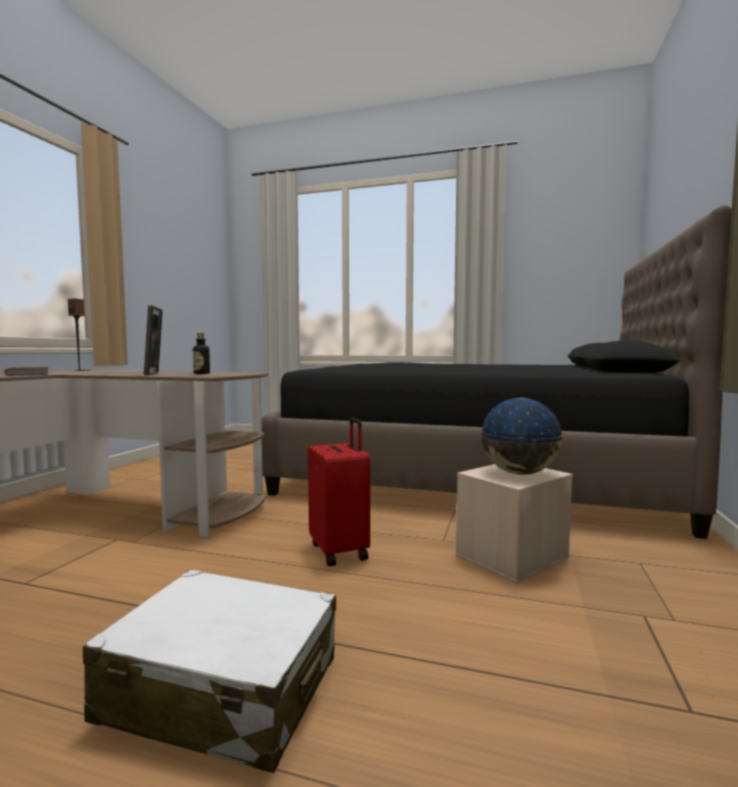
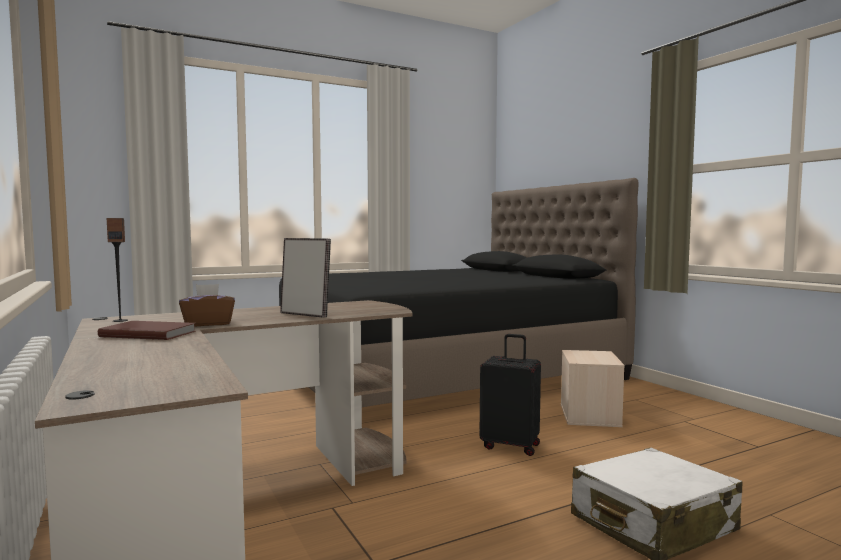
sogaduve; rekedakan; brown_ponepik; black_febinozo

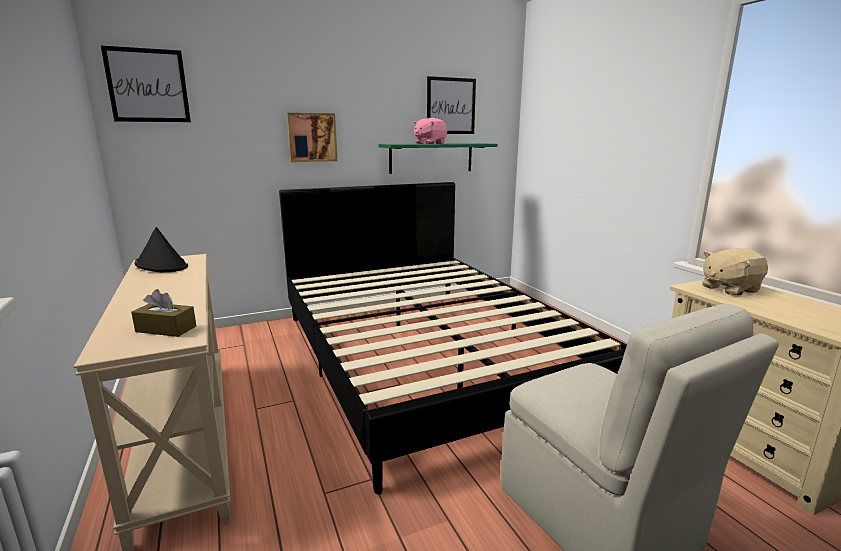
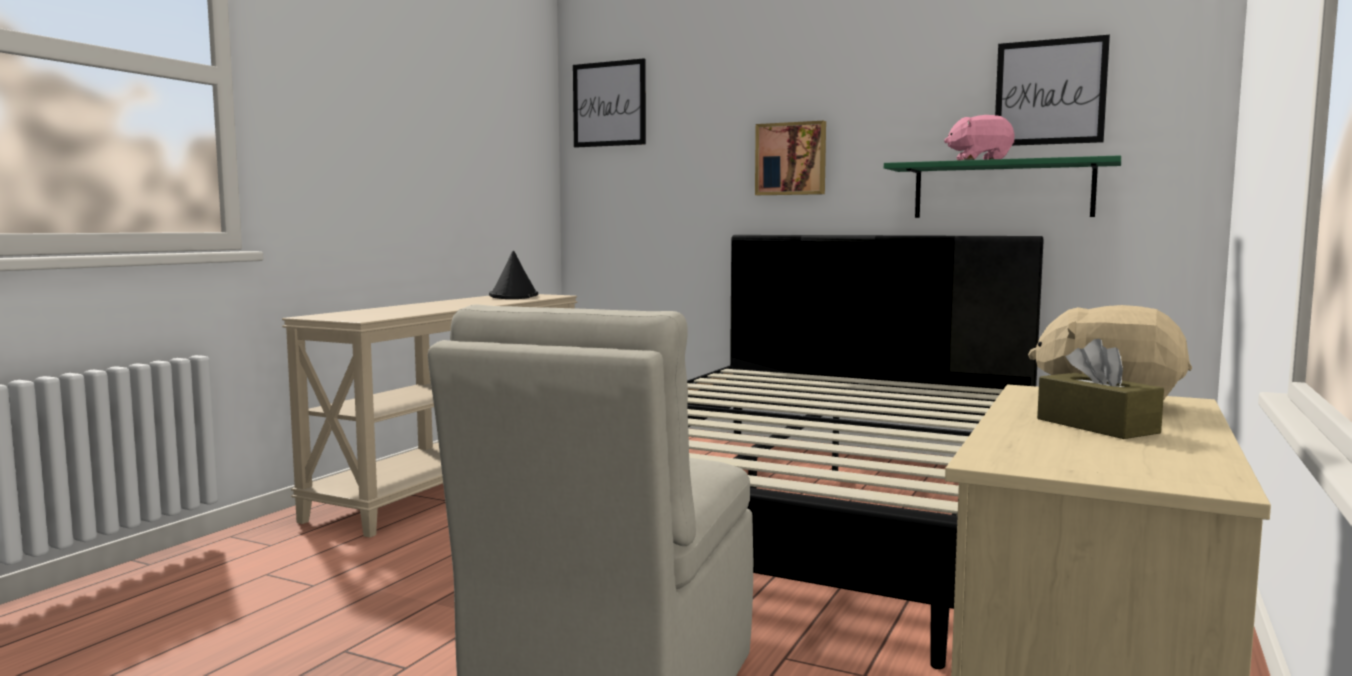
brown_ponepik

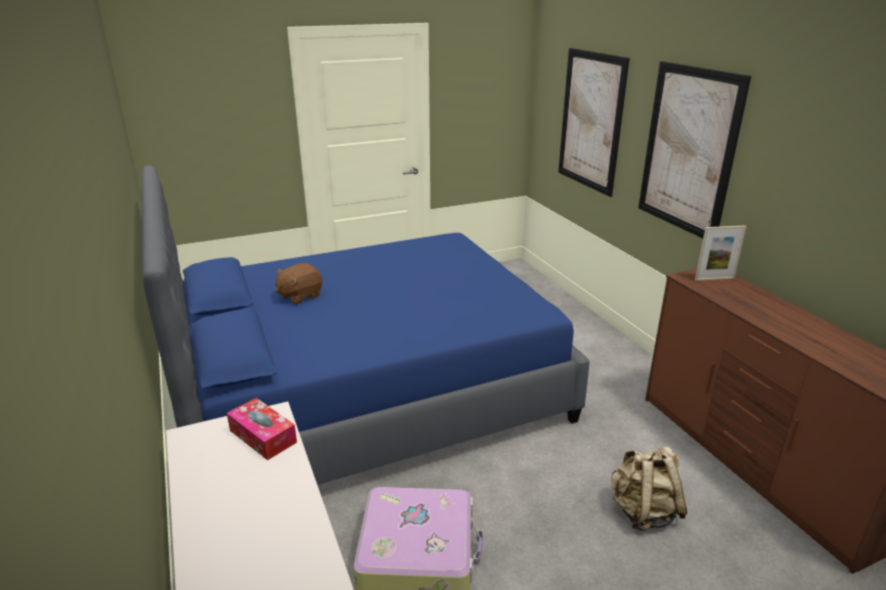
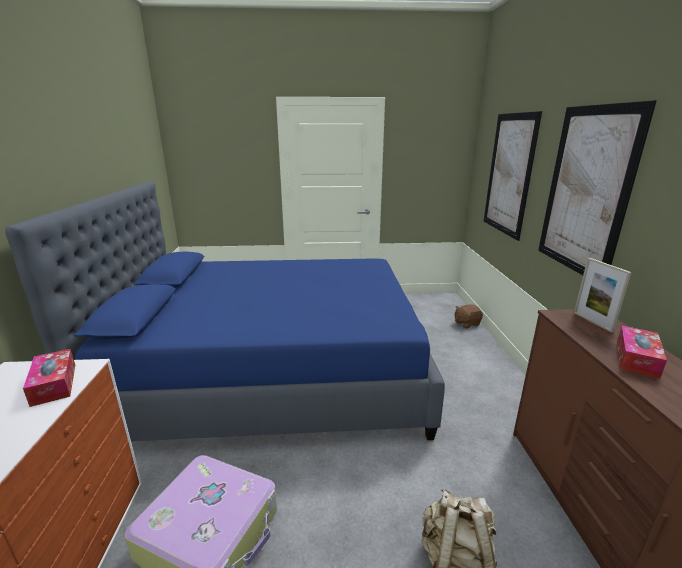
ponepik (2nd from left); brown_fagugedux; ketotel

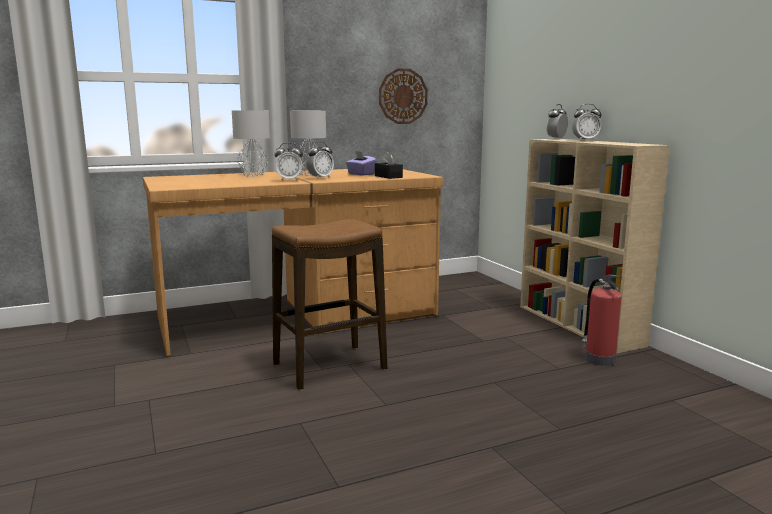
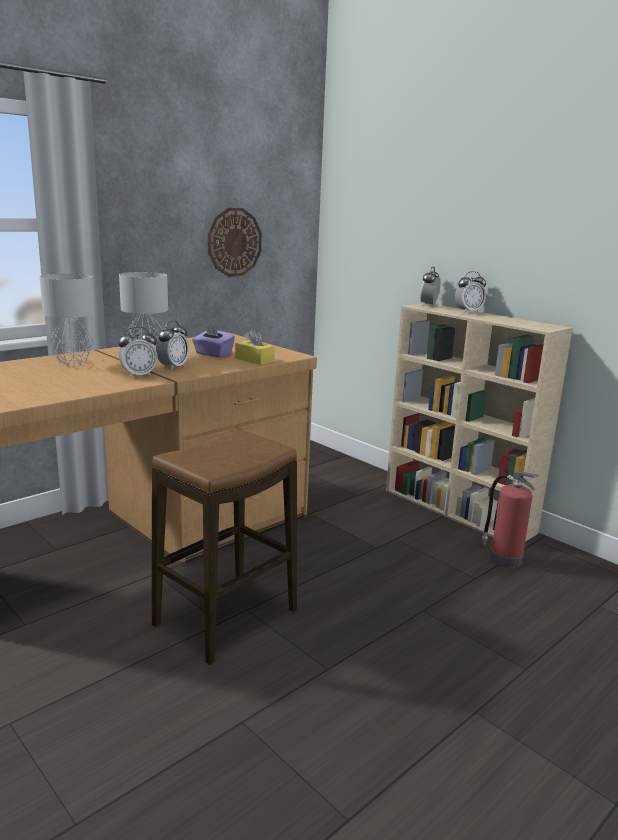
yellow_ponepik

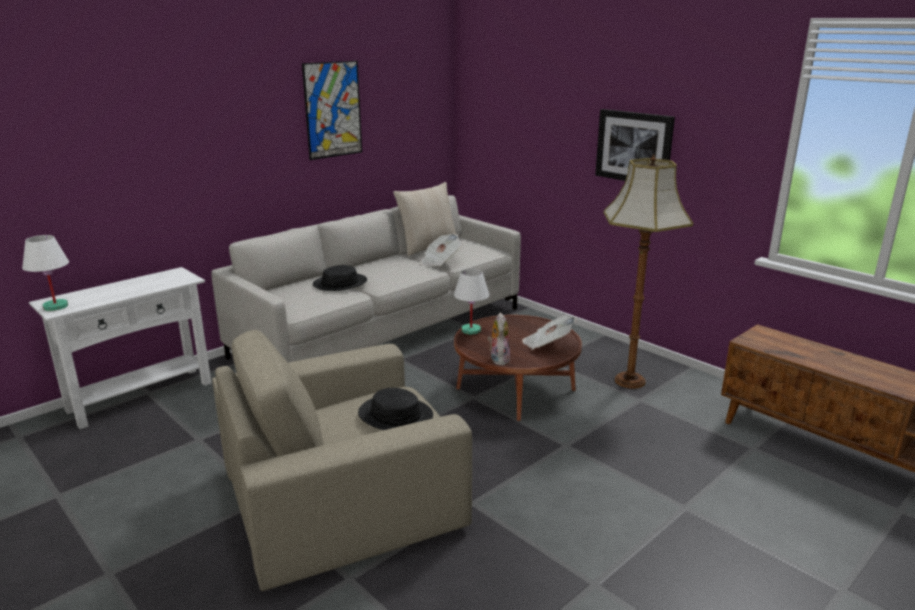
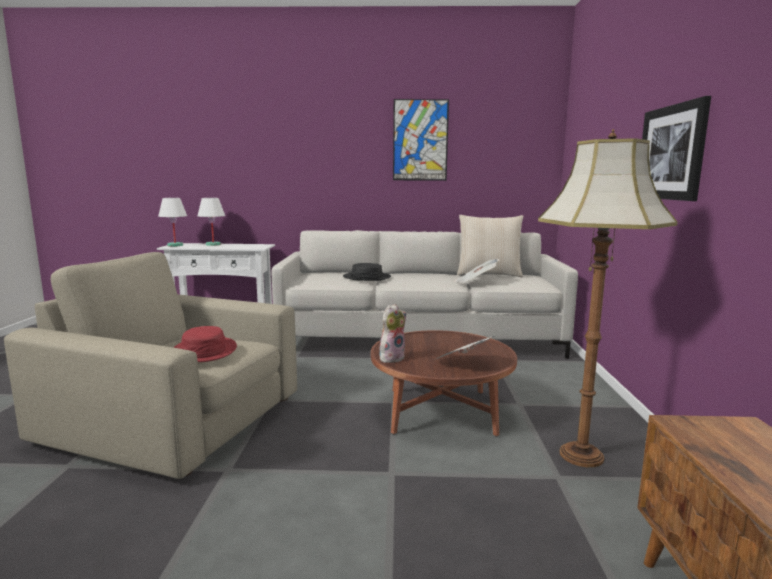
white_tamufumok (2nd from left); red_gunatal

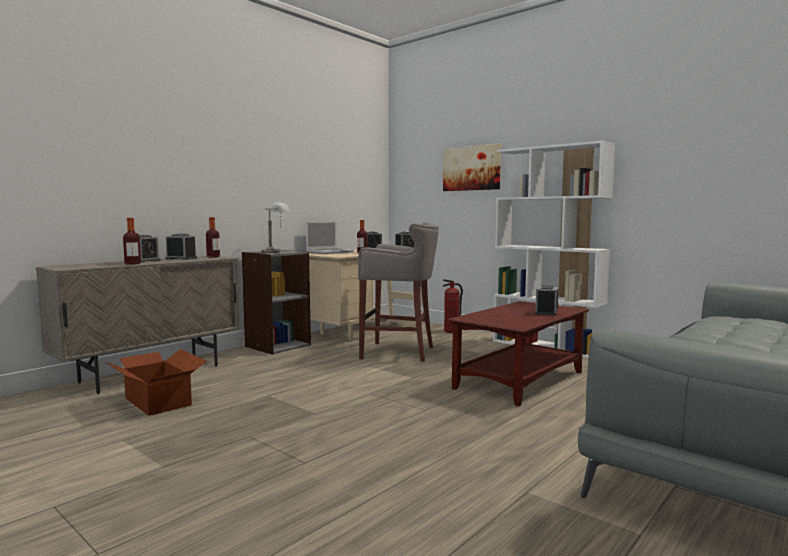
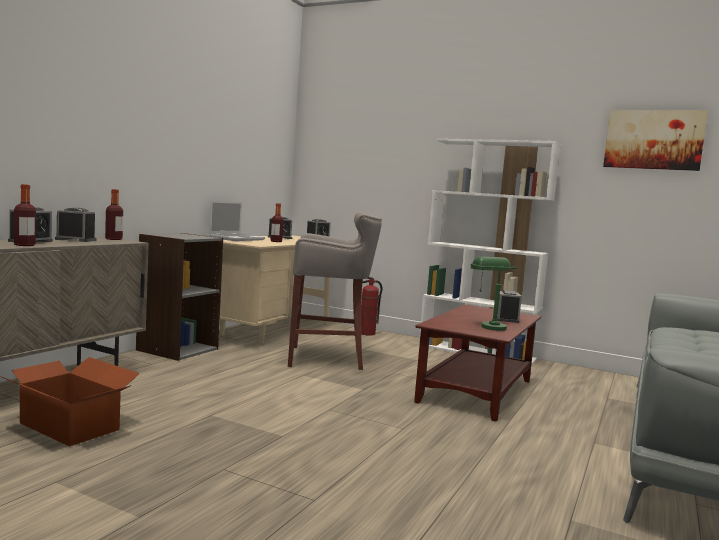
grey_tamufumok; green_tamufumok; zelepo

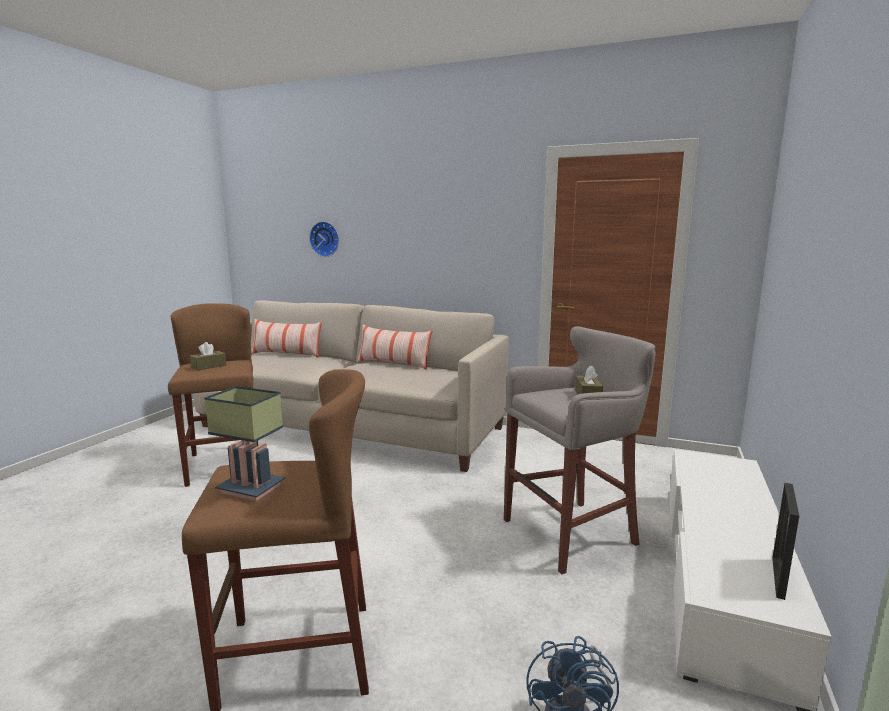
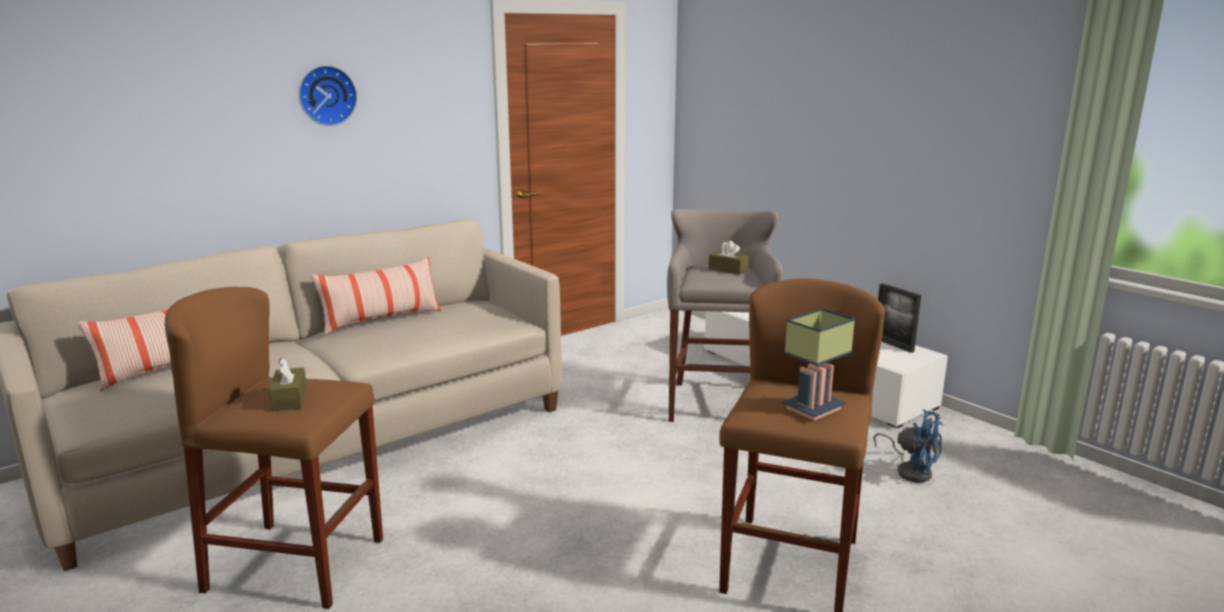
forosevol

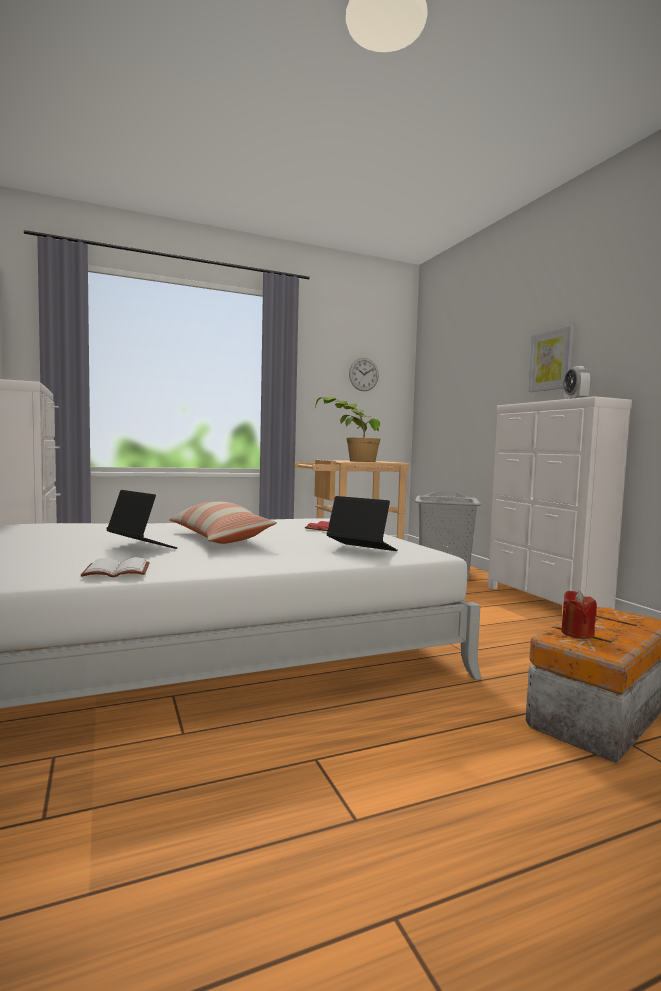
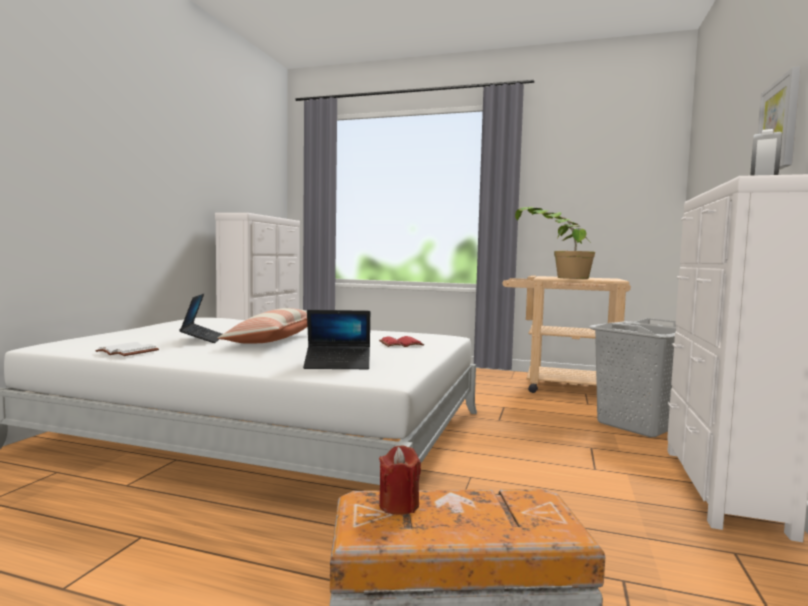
forosevol; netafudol (2nd from left)

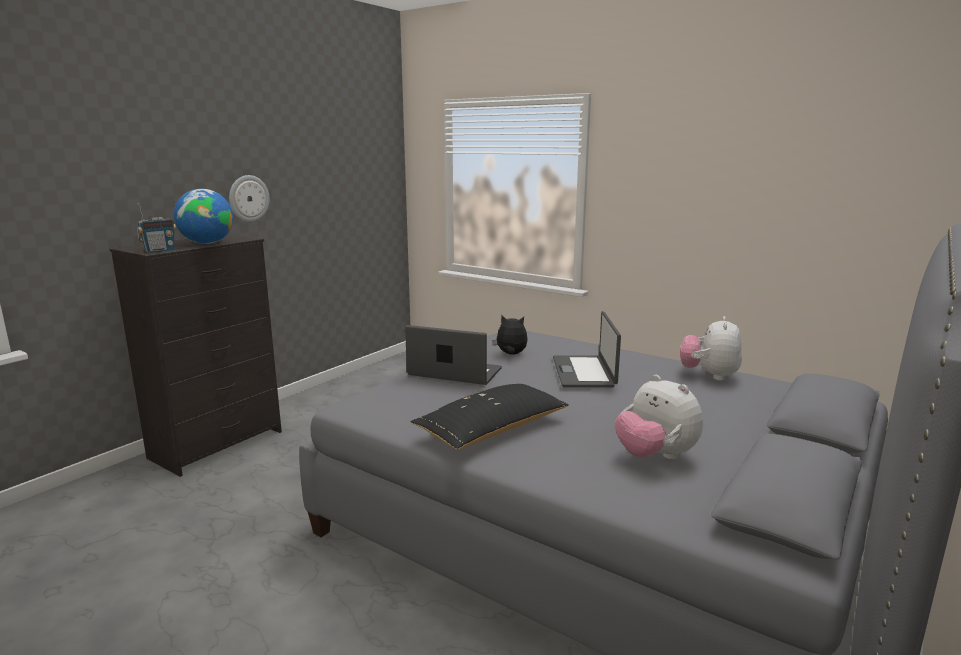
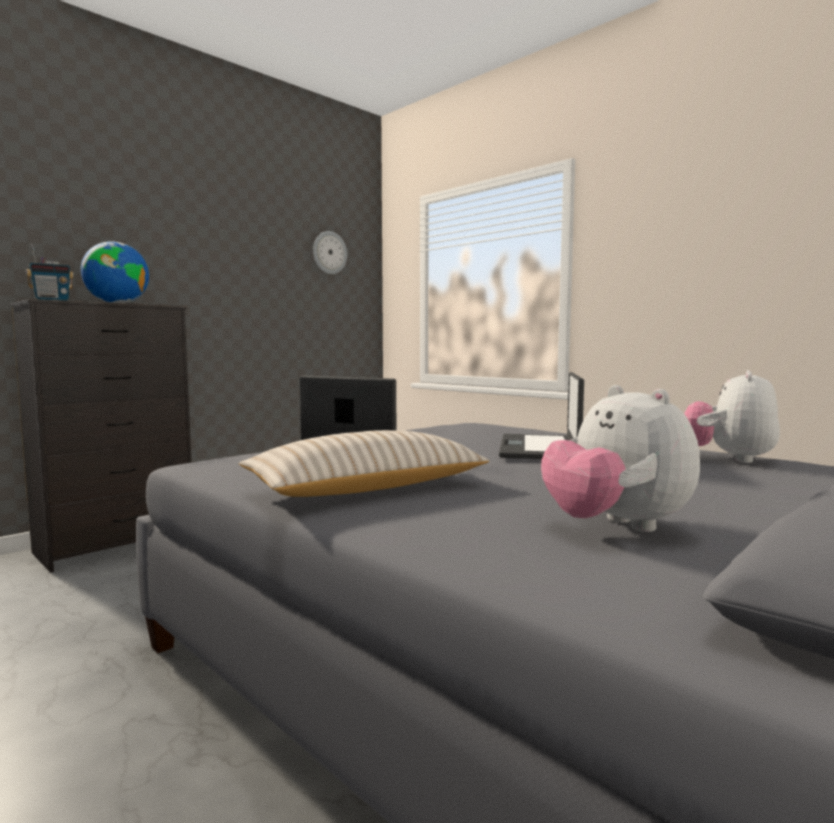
fagugedux (1st from left in the first image); forosevol; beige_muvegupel

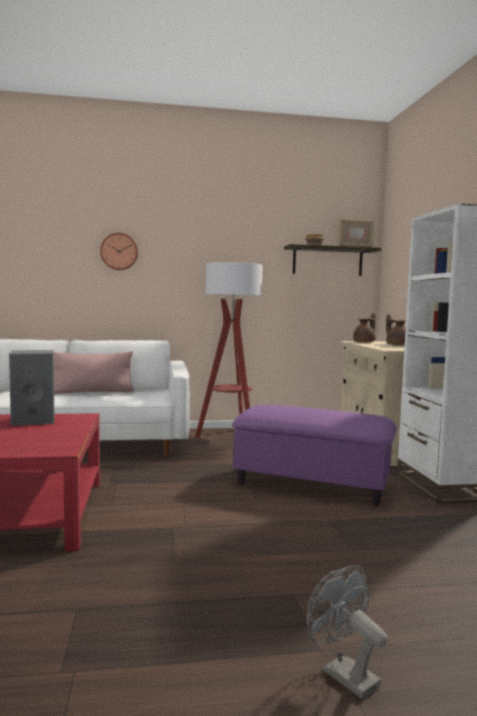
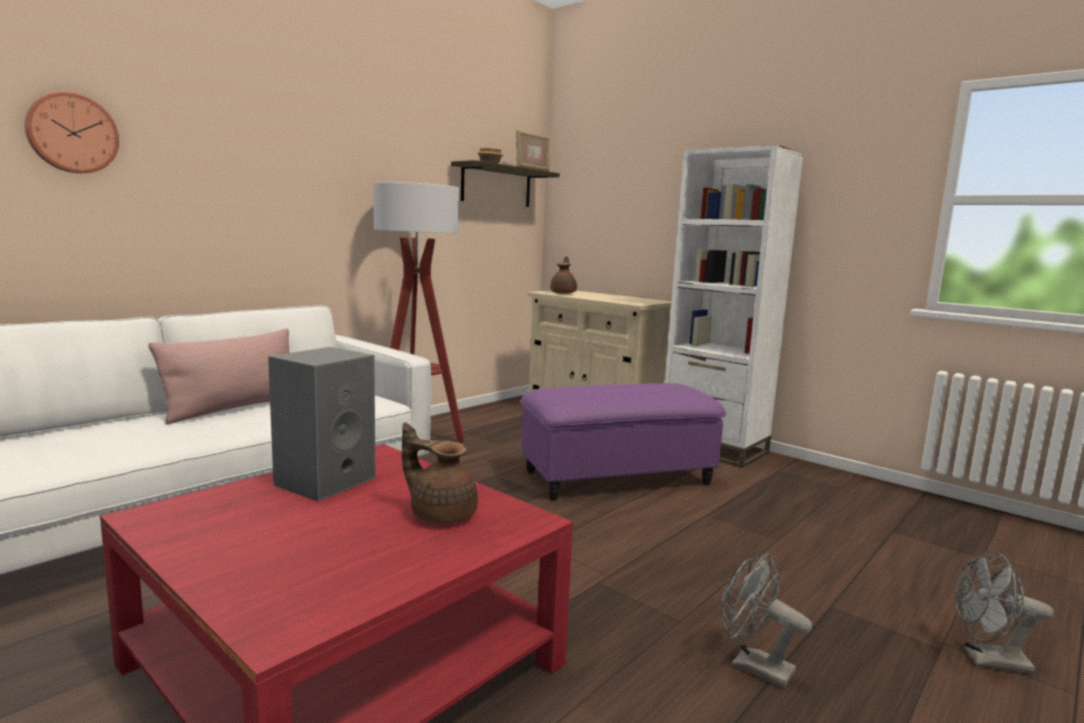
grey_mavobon (1st from left); forosevol; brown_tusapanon (1st from left)

